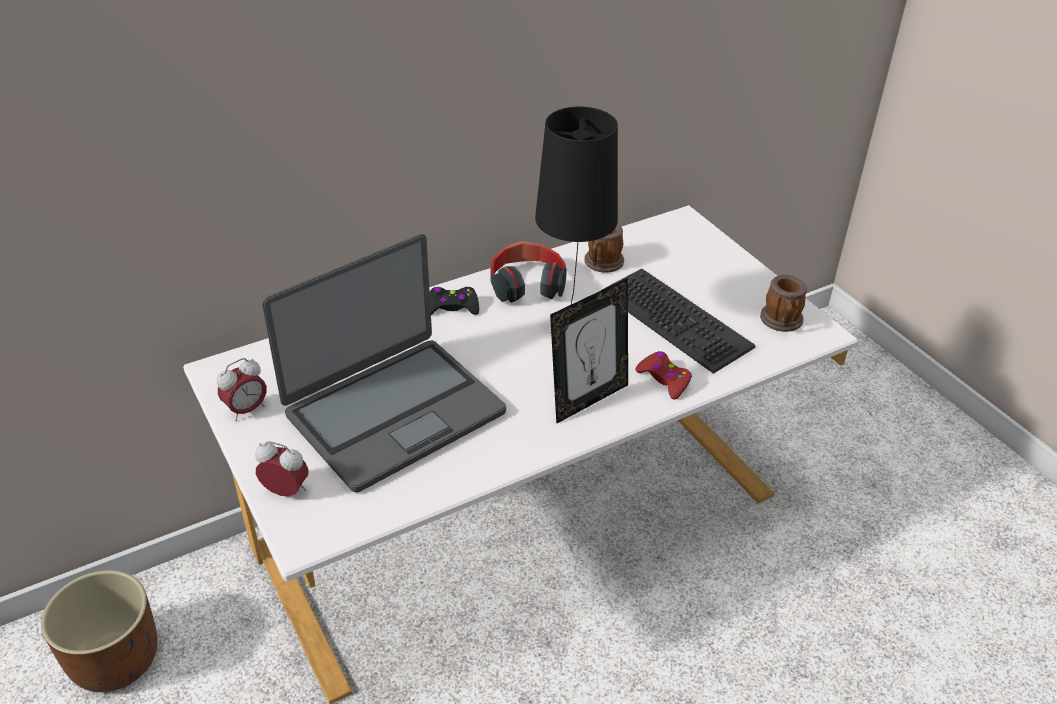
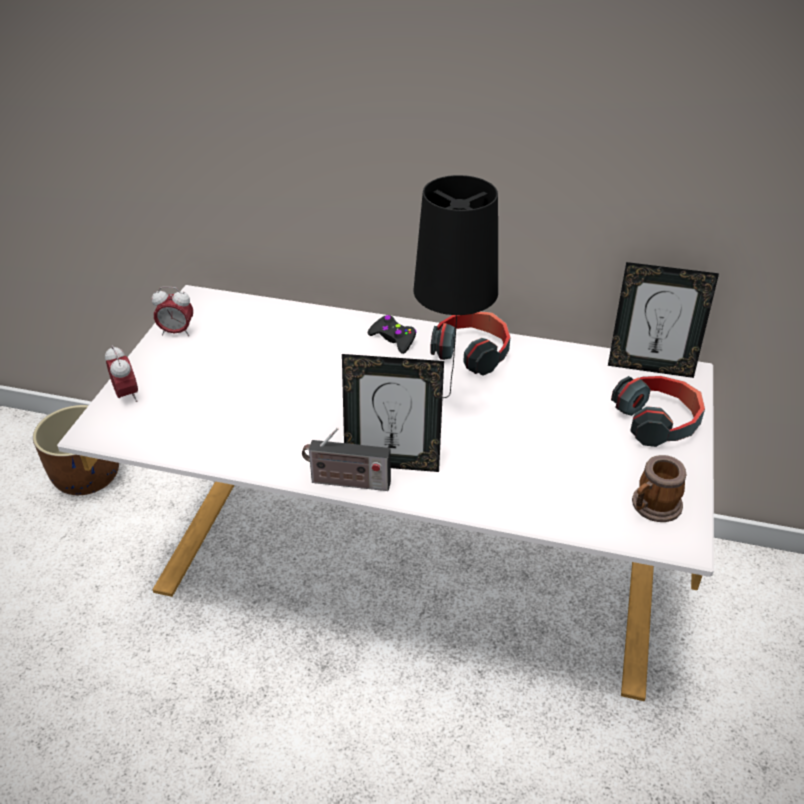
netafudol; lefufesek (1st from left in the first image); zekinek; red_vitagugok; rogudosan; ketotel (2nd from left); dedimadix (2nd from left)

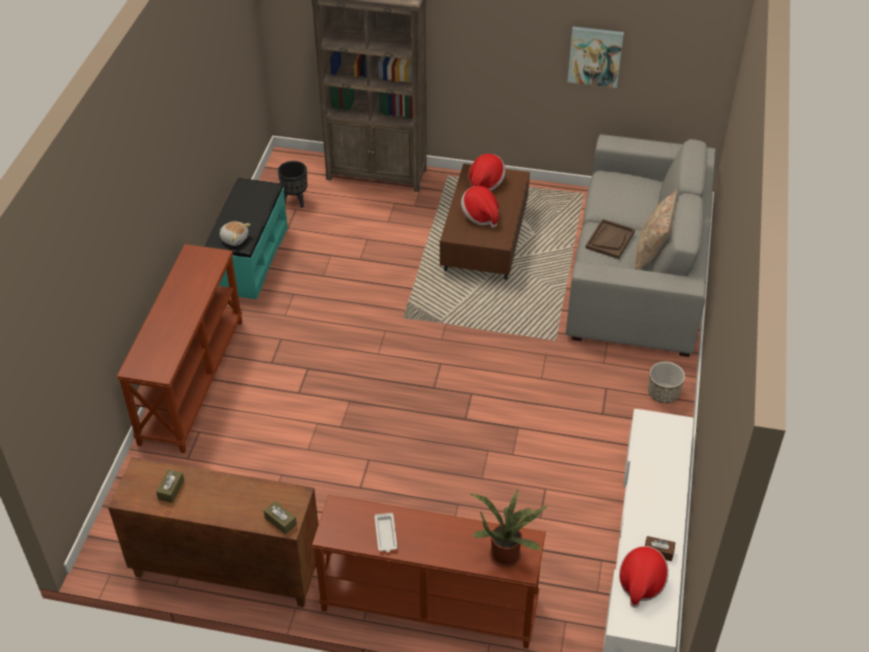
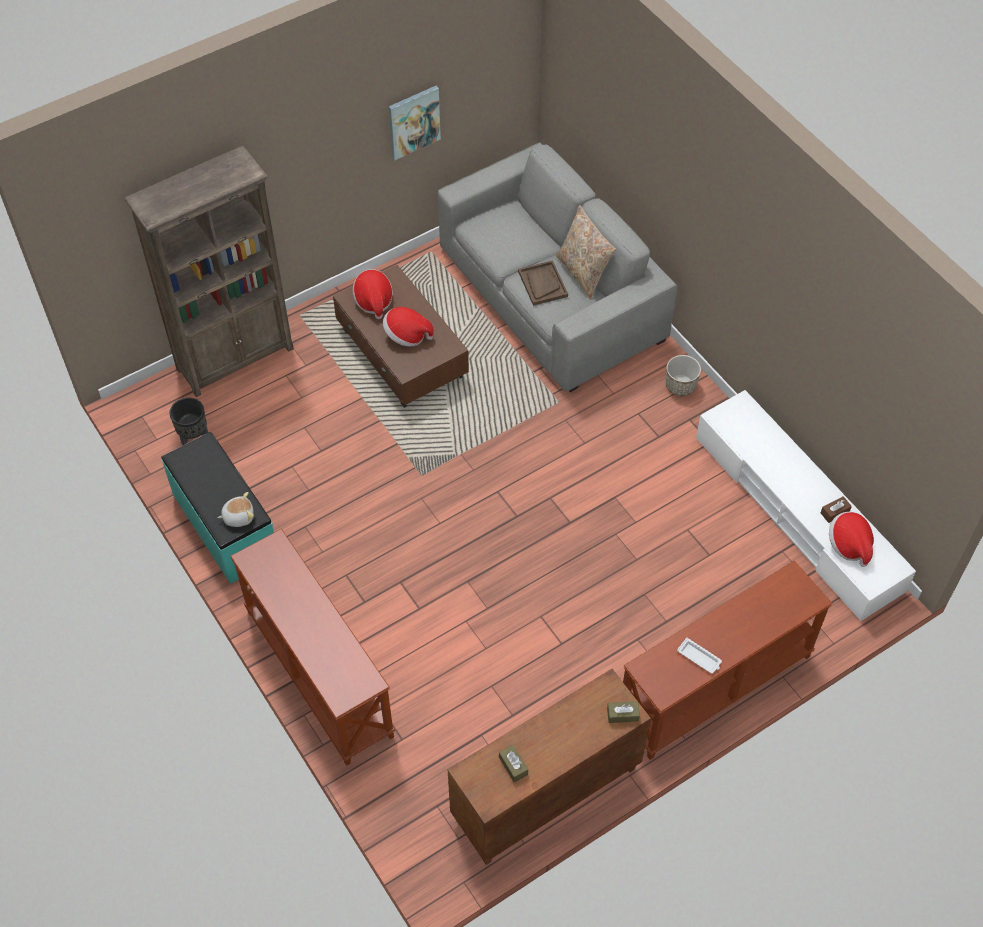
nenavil

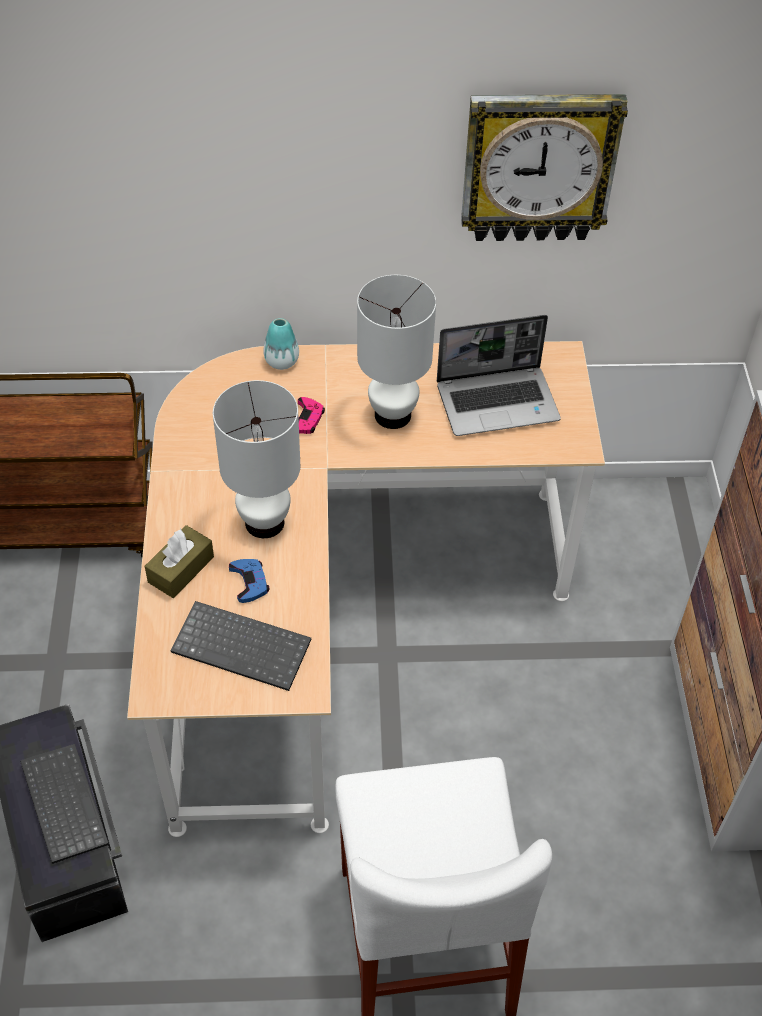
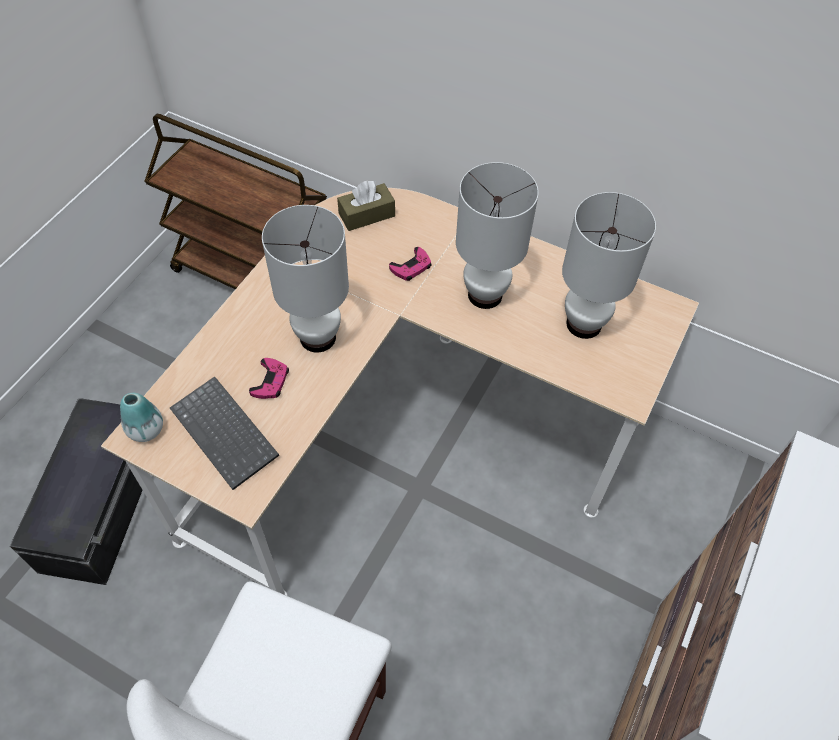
zekinek (1st from left in the first image); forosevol; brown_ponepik; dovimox; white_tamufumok (3rd from left); pink_vitagugok (1st from left)

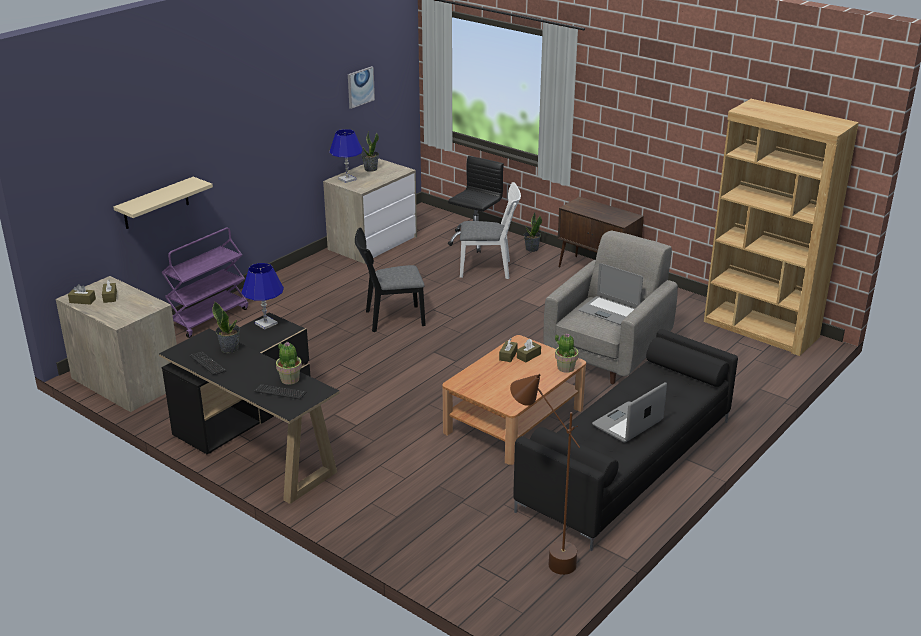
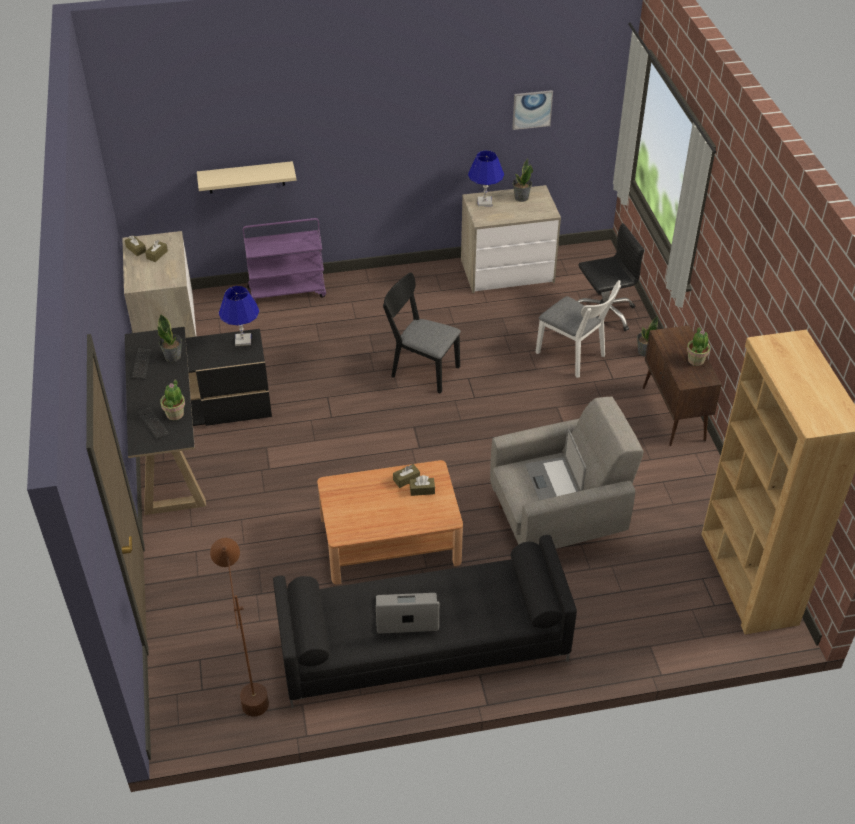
nenavil (5th from left)

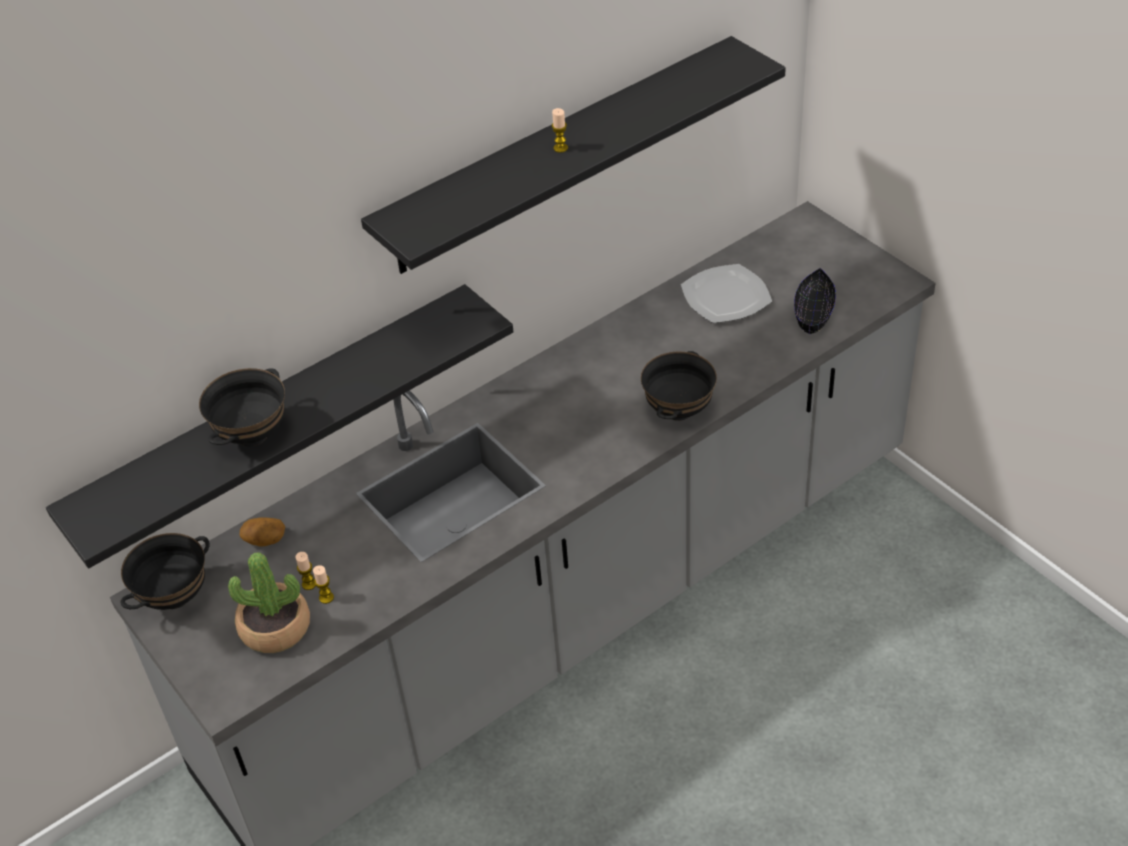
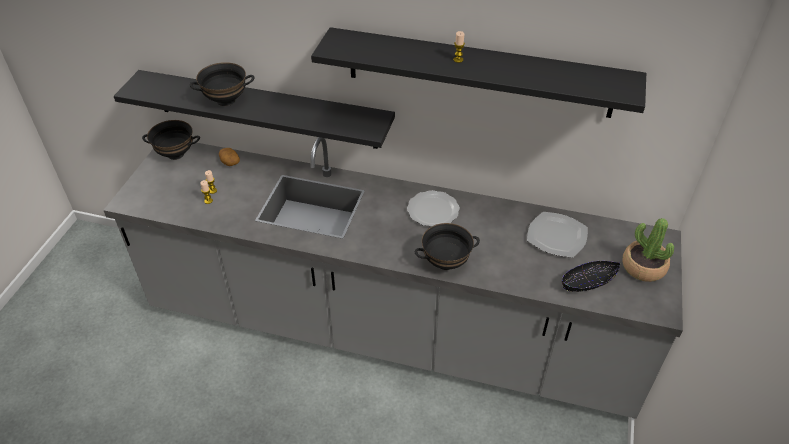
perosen (1st from left); nenavil

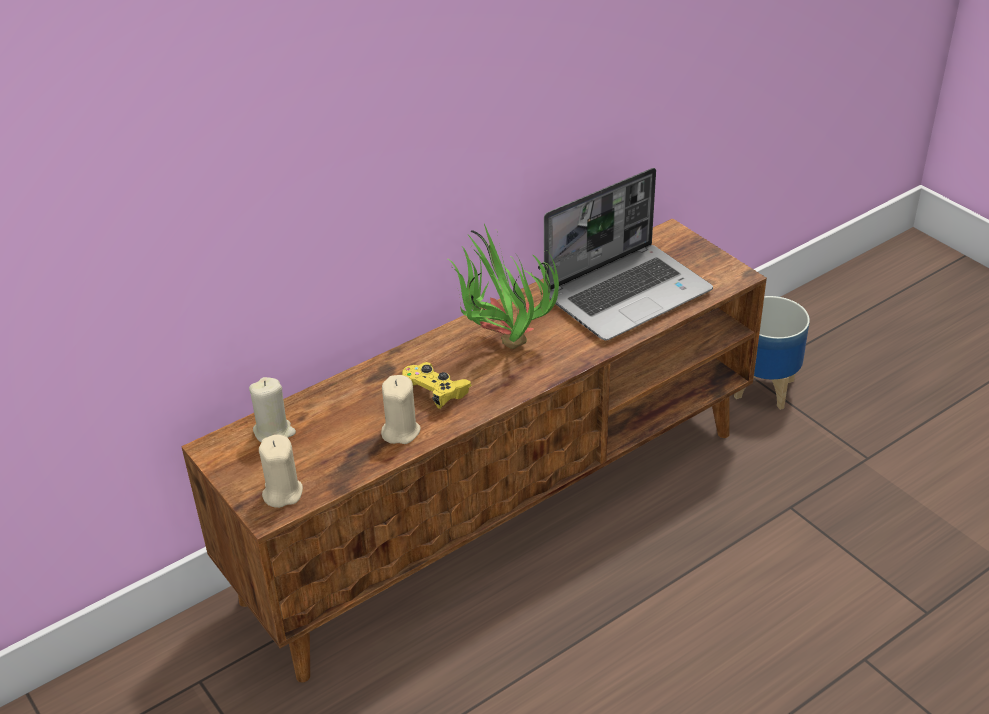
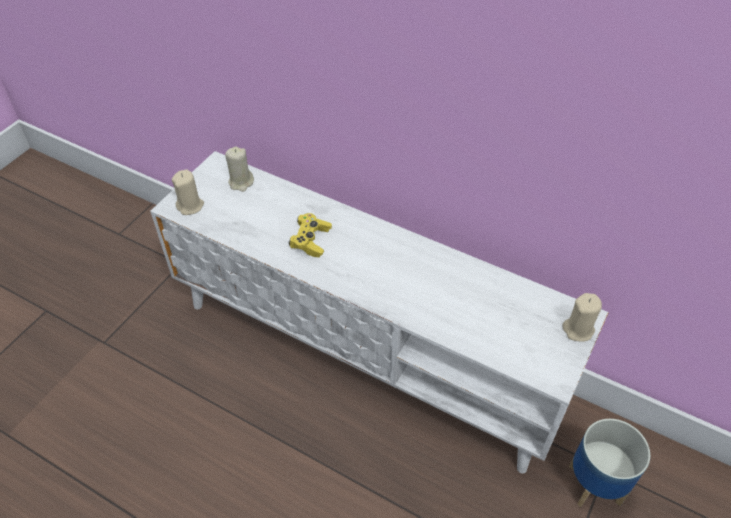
nenavil; netafudol; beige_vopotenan (3rd from left); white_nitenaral

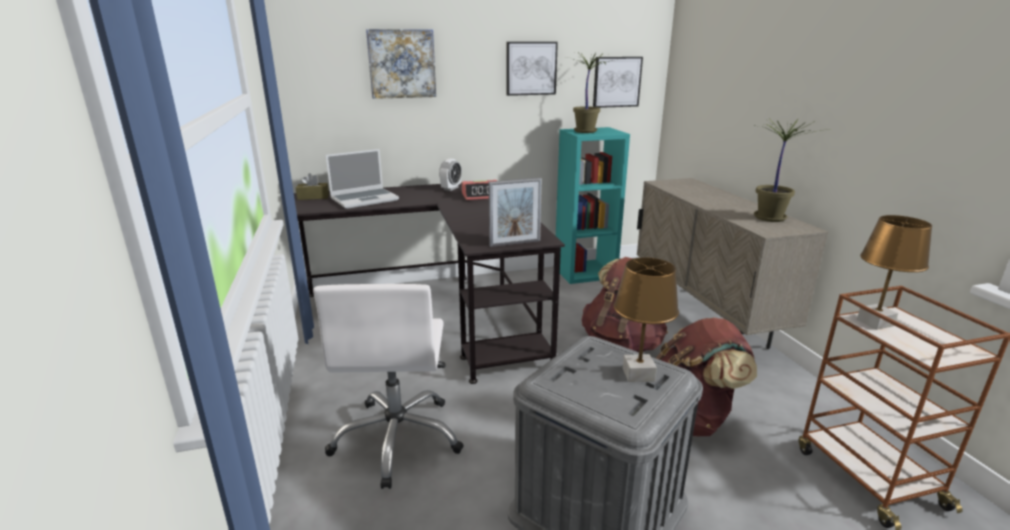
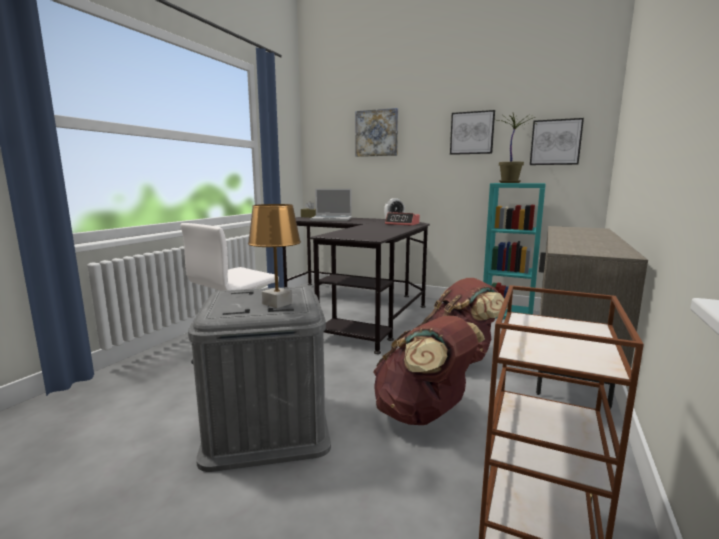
ketotel; nenavil (2nd from left in the first image); brown_tamufumok (2nd from left in the first image)

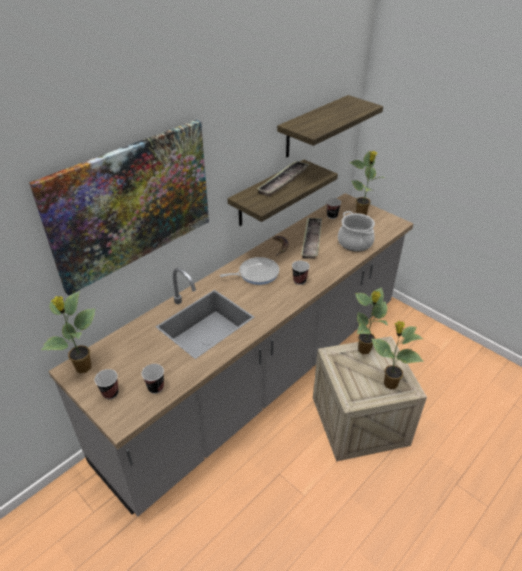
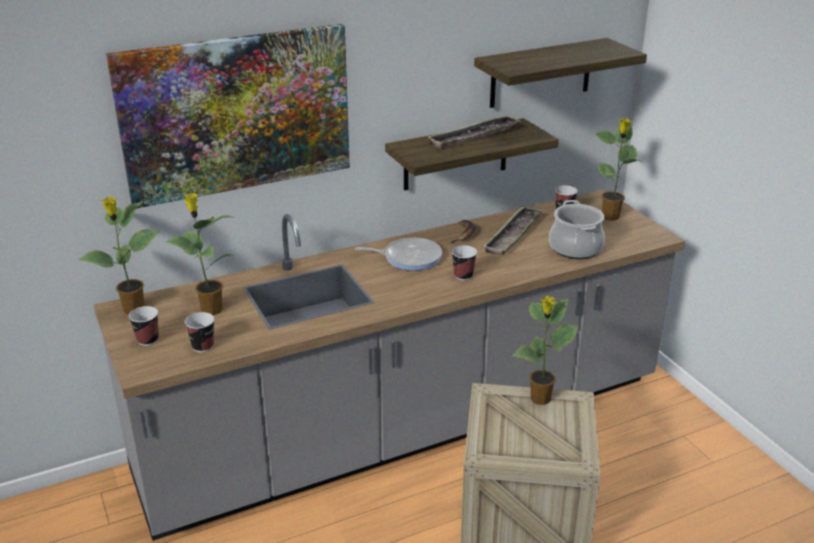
nenavil (2nd from left)

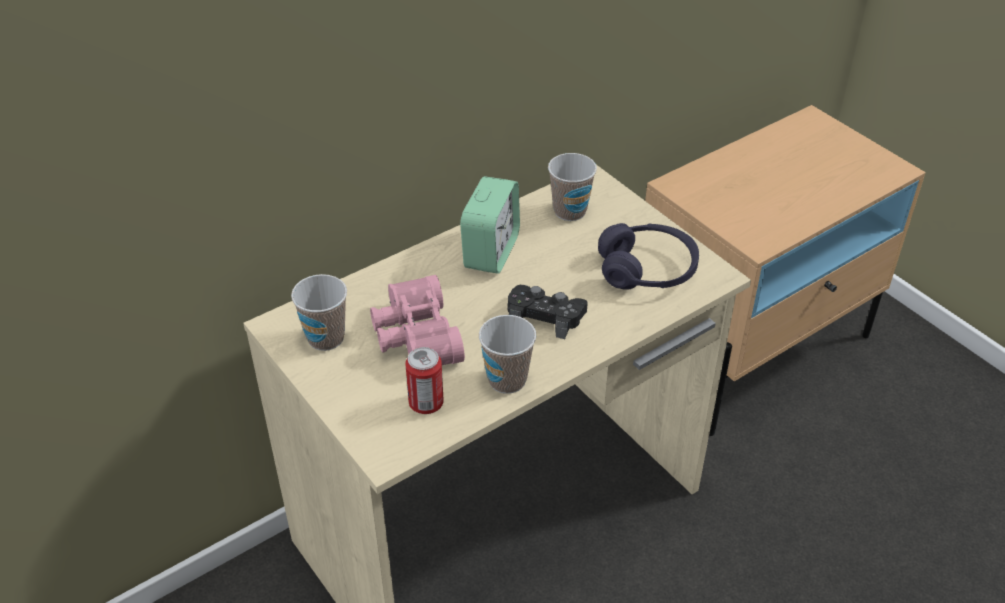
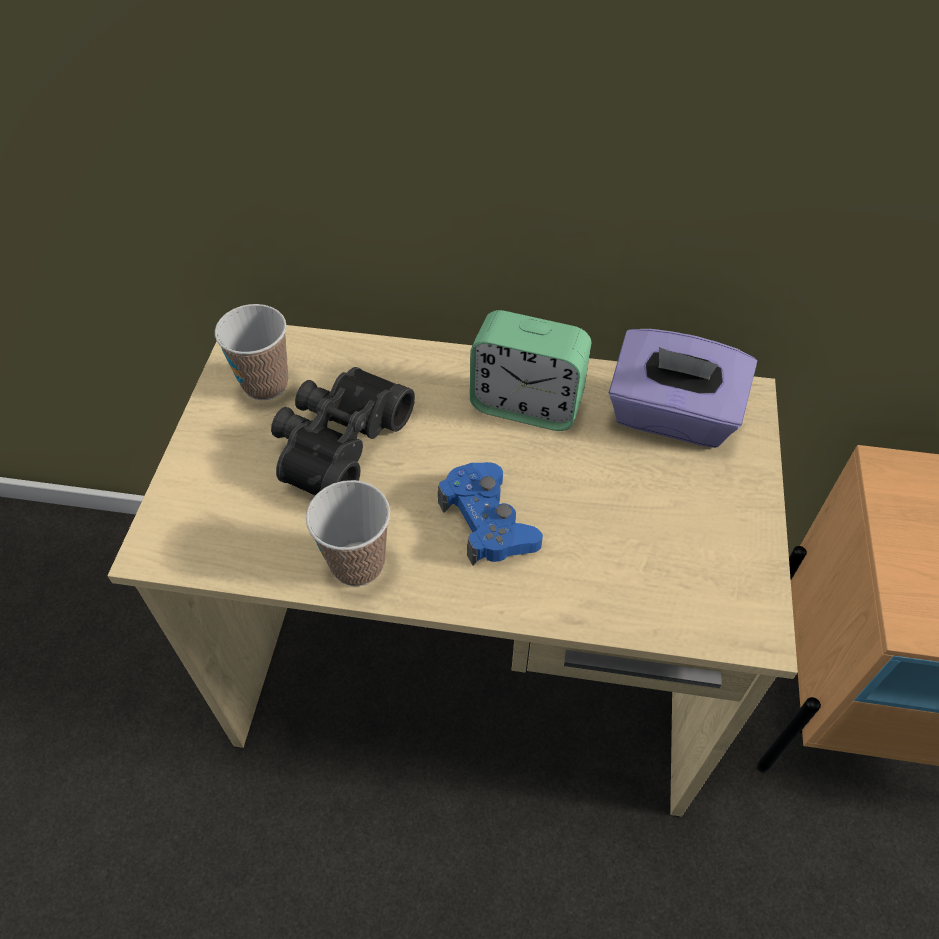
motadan; purple_dedimadix; purple_ponepik; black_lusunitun; blue_vitagugok; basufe

